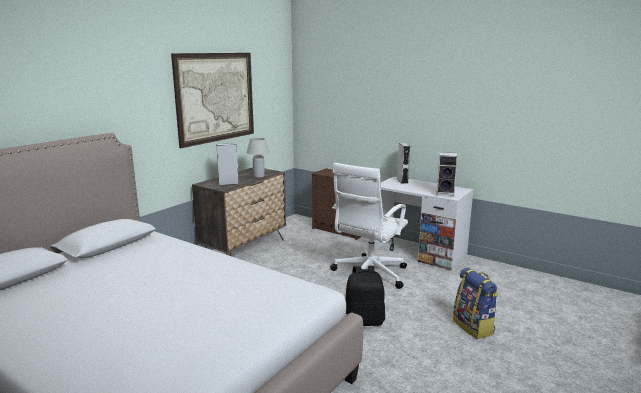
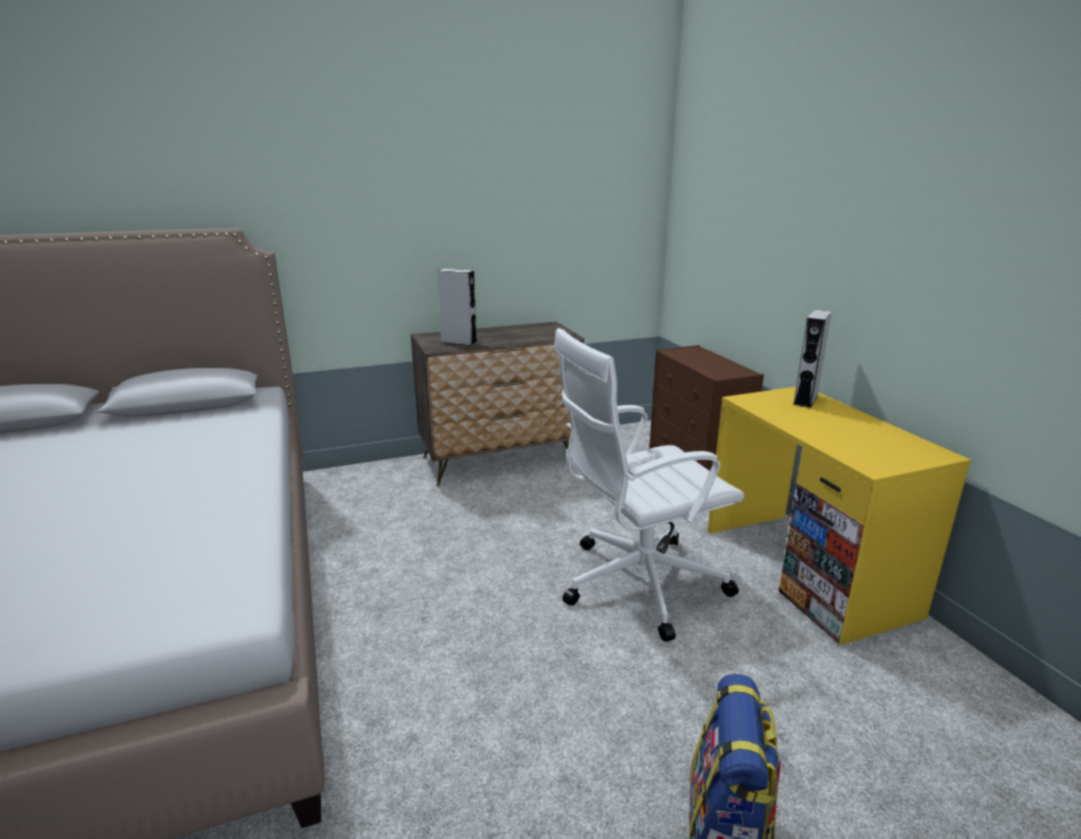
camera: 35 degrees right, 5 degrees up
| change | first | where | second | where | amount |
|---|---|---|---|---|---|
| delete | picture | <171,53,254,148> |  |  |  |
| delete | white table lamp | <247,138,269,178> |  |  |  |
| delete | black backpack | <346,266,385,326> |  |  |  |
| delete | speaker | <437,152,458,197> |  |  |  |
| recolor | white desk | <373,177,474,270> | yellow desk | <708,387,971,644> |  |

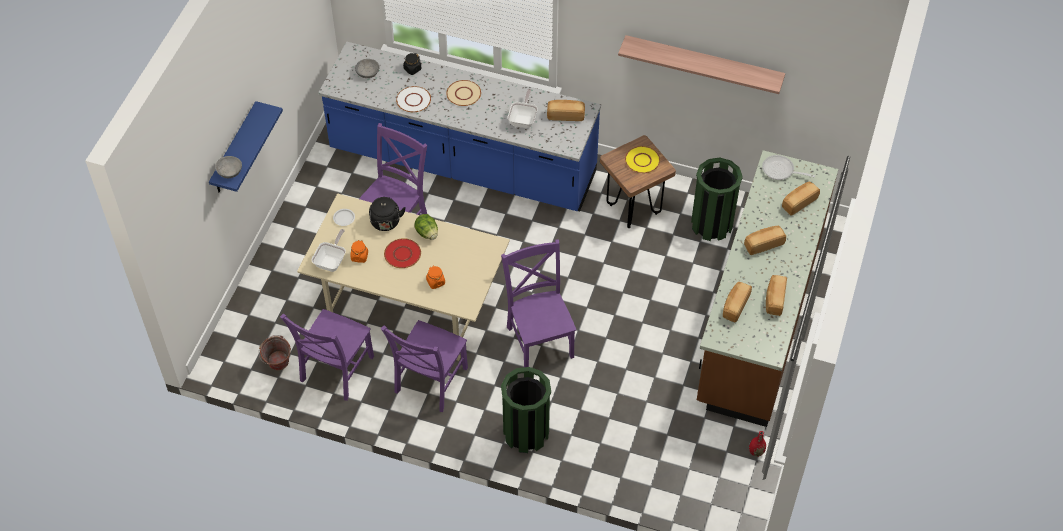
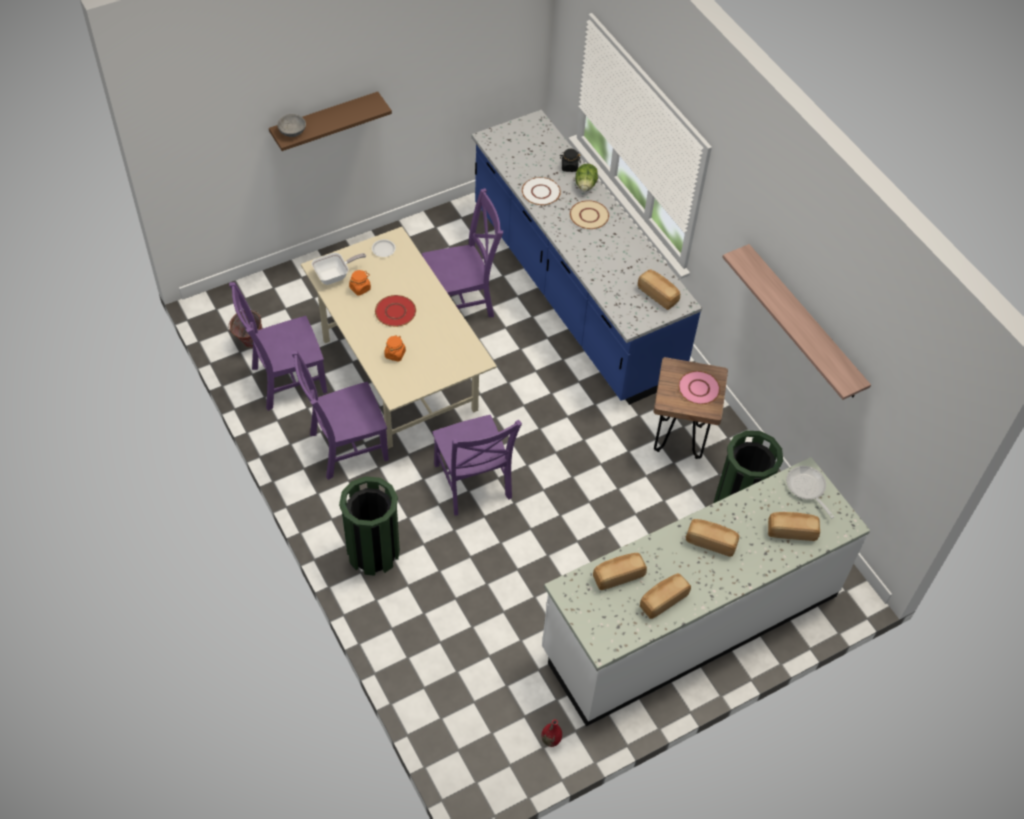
camera: 40 degrees right, 0 degrees up
| change | first | where | second | where | amount |
|---|---|---|---|---|---|
| delete | grey bowl | <355,59,379,78> |  |  |  |
| delete | black kettle | <369,197,406,231> |  |  |  |
| delete | frying pan | <508,89,538,128> |  |  |  |
| move | lettuce | <414,214,438,240> |  | <575,164,598,191> |  |
| recolor | blue shelf | <209,101,283,192> | brown shelf | <269,92,392,151> |  |
| recolor | yellow plate | <625,146,660,173> | pink plate | <678,371,720,404> |  |
| recolor | brown counter | <697,150,838,427> | white counter | <542,457,870,726> |  |
| rotate | purple chair | <501,239,576,367> |  | <432,415,522,515> | 135 degrees clockwise |

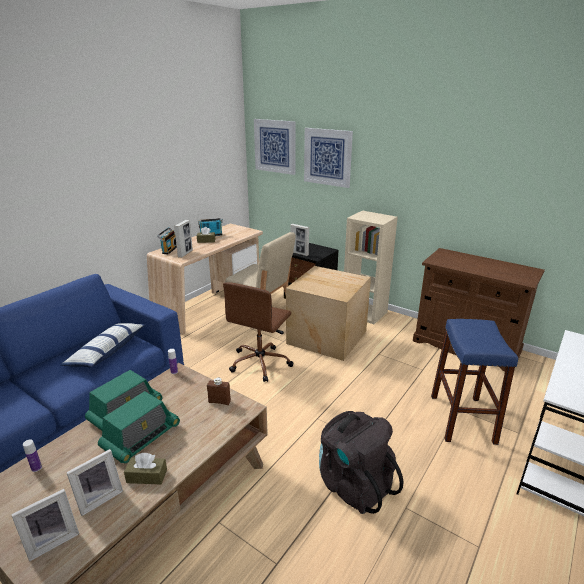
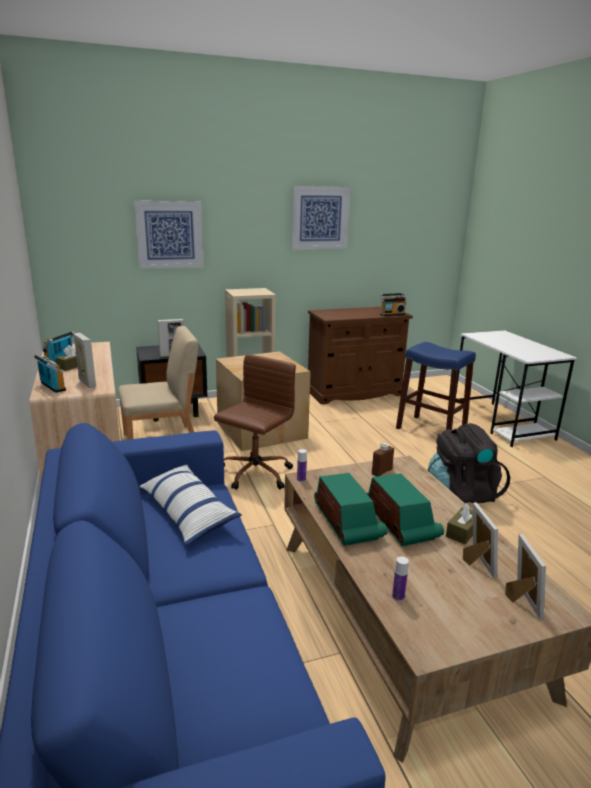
camera: 55 degrees left, 5 degrees down
| change | first | where | second | where | amount |
|---|---|---|---|---|---|
| insert |  |  | radio | <380,293,407,316> |  |
| move | picture | <254,119,296,175> |  | <291,186,350,249> |  |
| rotate | brown office chair | <223,282,294,382> |  | <214,354,296,490> | 120 degrees counterclockwise |

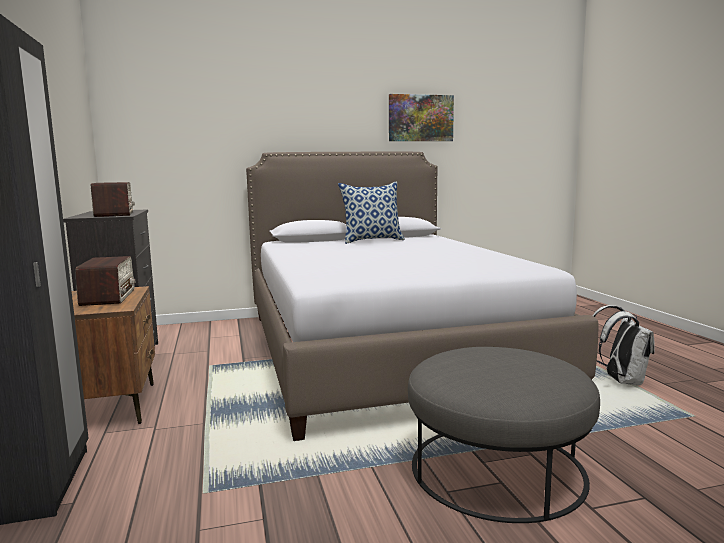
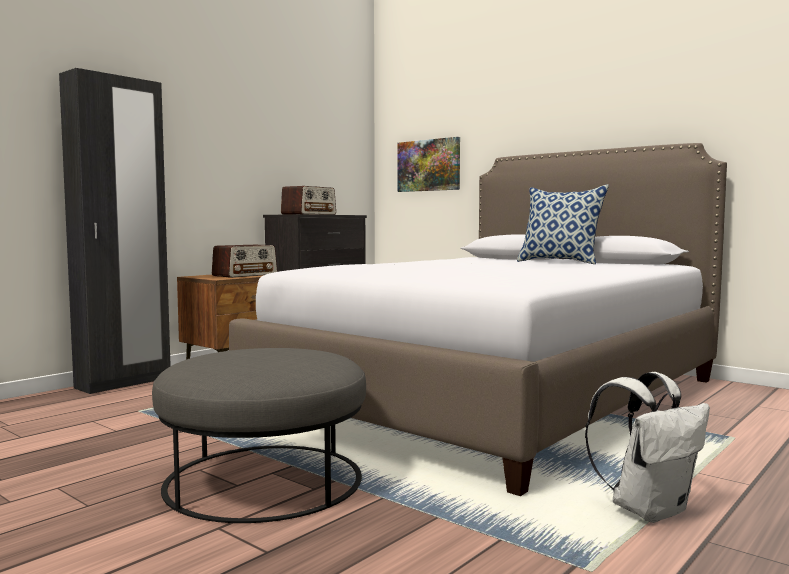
camera: 55 degrees right, 5 degrees down
| change | first | where | second | where | amount |
|---|---|---|---|---|---|
| move | picture | <389,94,454,141> |  | <397,137,460,192> |  |

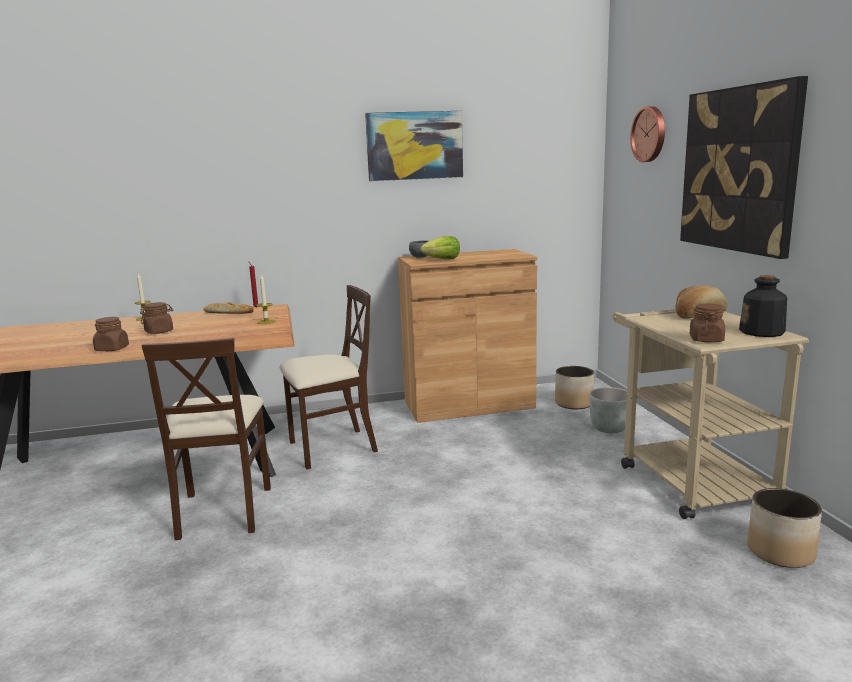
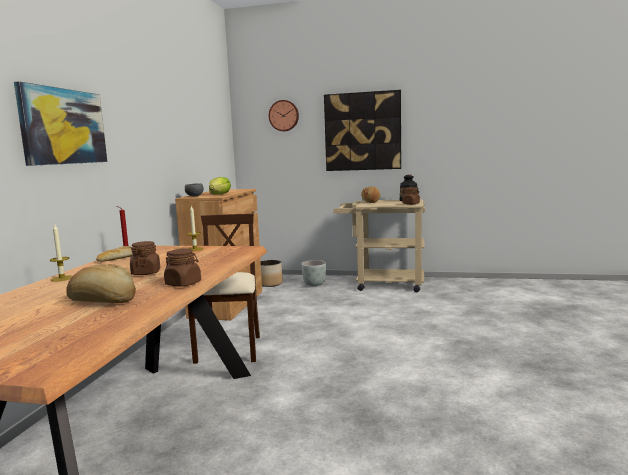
camera: 65 degrees left, 5 degrees down
| change | first | where | second | where | amount |
|---|---|---|---|---|---|
| delete | beige chair | <141,338,271,540> |  |  |  |
| delete | planter | <747,488,822,568> |  |  |  |
| insert |  |  | bread | <66,264,136,303> |  |
| move | picture | <365,111,463,181> |  | <14,81,107,166> |  |

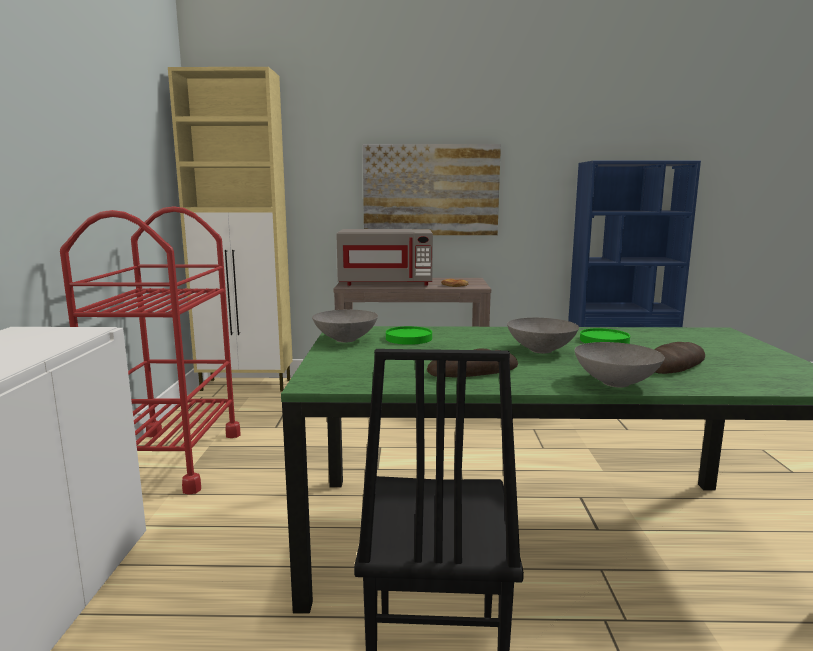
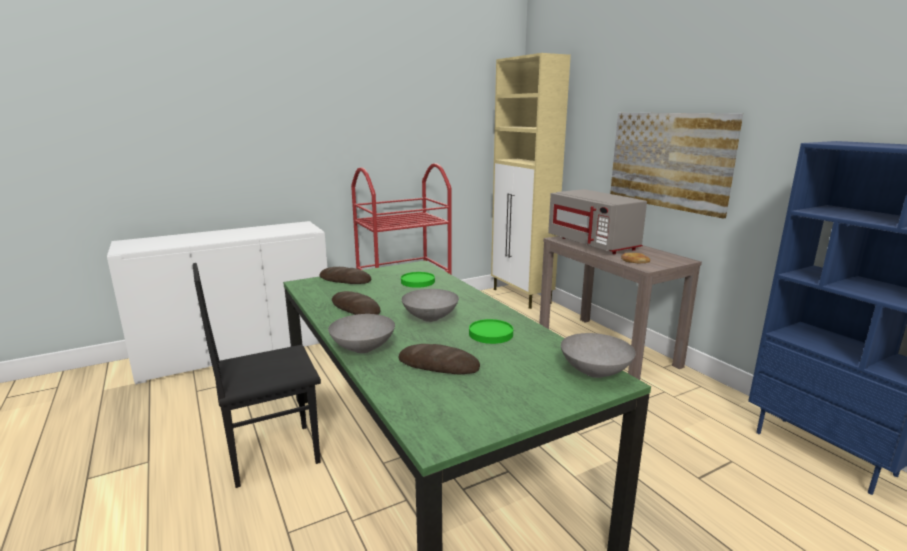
camera: 60 degrees right, 5 degrees up
| change | first | where | second | where | amount |
|---|---|---|---|---|---|
| insert |  |  | bread | <319,267,371,284> |  |
| move | grey bowl | <312,310,378,342> |  | <561,333,636,378> |  |

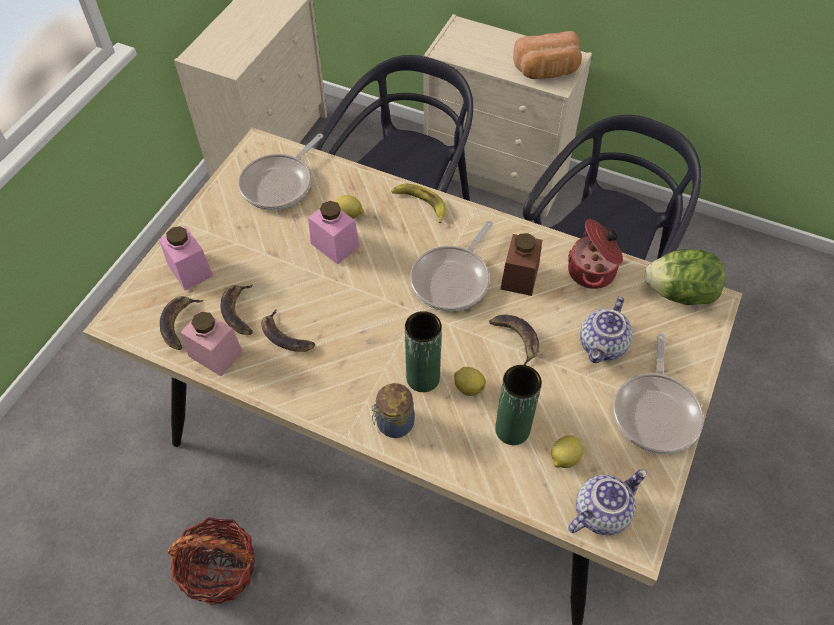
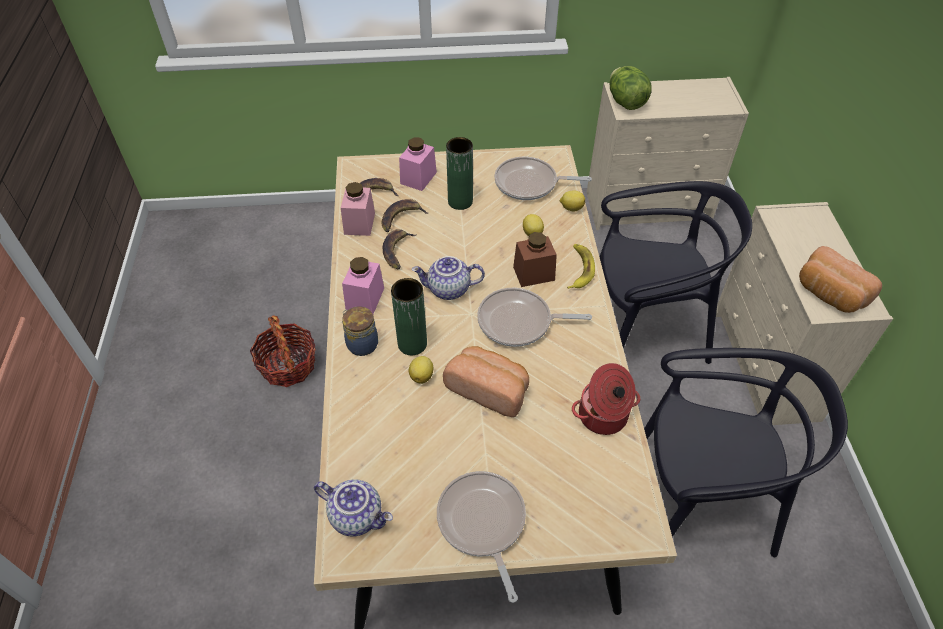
camera: 60 degrees right, 5 degrees down
| change | first | where | second | where | amount |
|---|---|---|---|---|---|
| move | pink jar | <308,201,360,265> |  | <342,257,384,314> |  |
| move | green vase | <495,365,542,445> |  | <446,137,473,210> |  |
| move | brown jar | <501,233,542,296> |  | <513,232,557,287> |  |
| move | lemon | <551,435,583,468> |  | <560,191,585,212> |  |
| move | teapot | <580,297,633,363> |  | <412,256,485,300> |  |
| move | lettuce | <645,249,725,305> |  | <610,66,652,110> |  |
| replace | banana | <489,315,539,365> | bread | <443,346,529,417> |  |
| rotate | frying pan | <613,333,704,454> |  | <437,471,526,603> | 90 degrees clockwise |

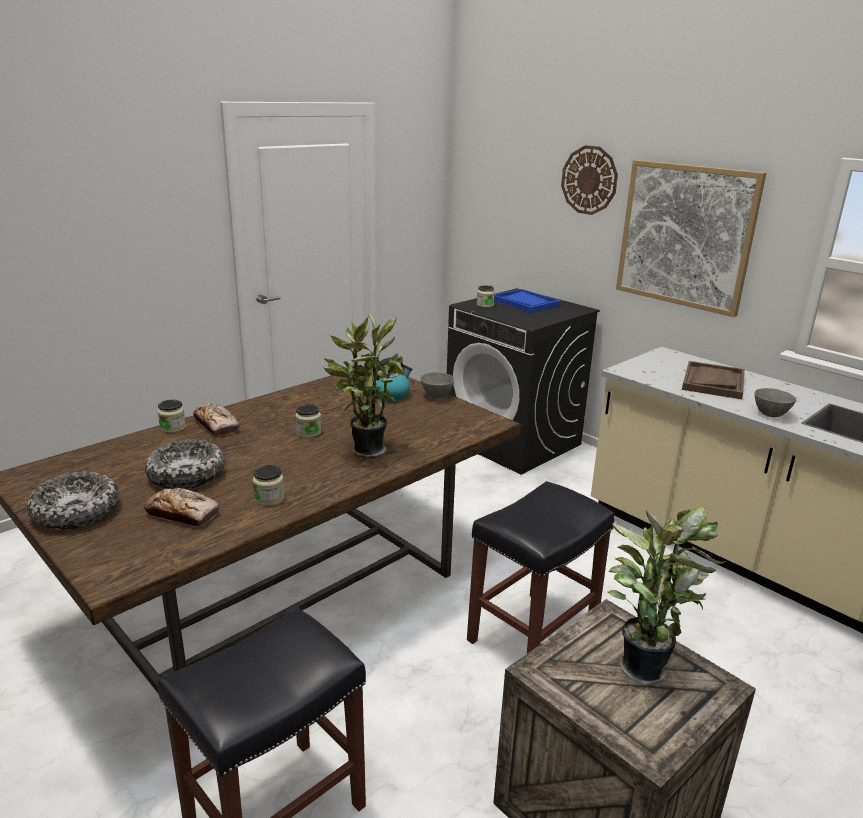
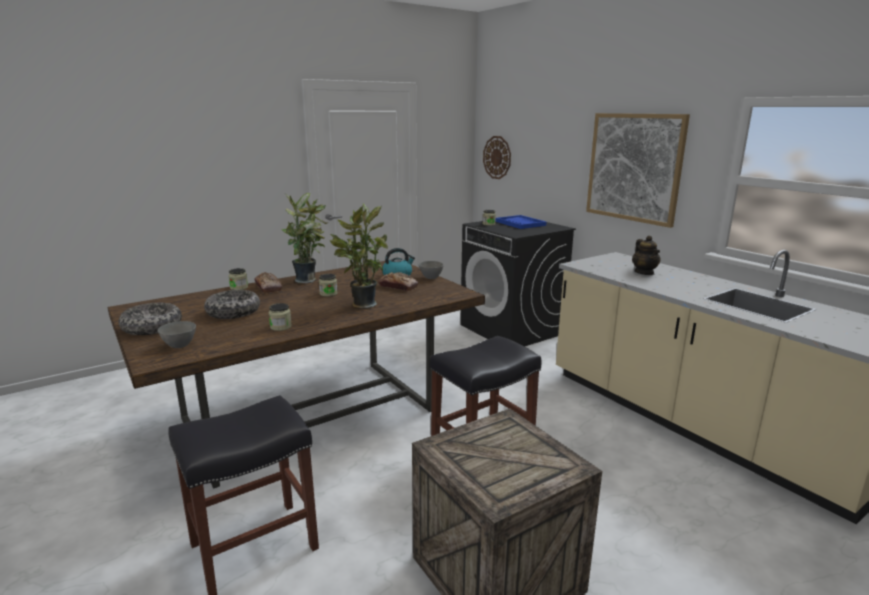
camera: 10 degrees right, 5 degrees down
| change | first | where | second | where | amount |
|---|---|---|---|---|---|
| move | bread | <144,488,219,527> |  | <378,272,419,291> |  |
| move | wall clock | <561,145,618,215> |  | <483,136,511,179> |  |
| move | potted plant | <608,507,726,685> |  | <281,193,329,283> |  |
| move | grey bowl | <754,388,797,417> |  | <158,321,196,348> |  |
| replace | brown tray | <682,361,745,399> | teapot | <632,236,661,275> |  |

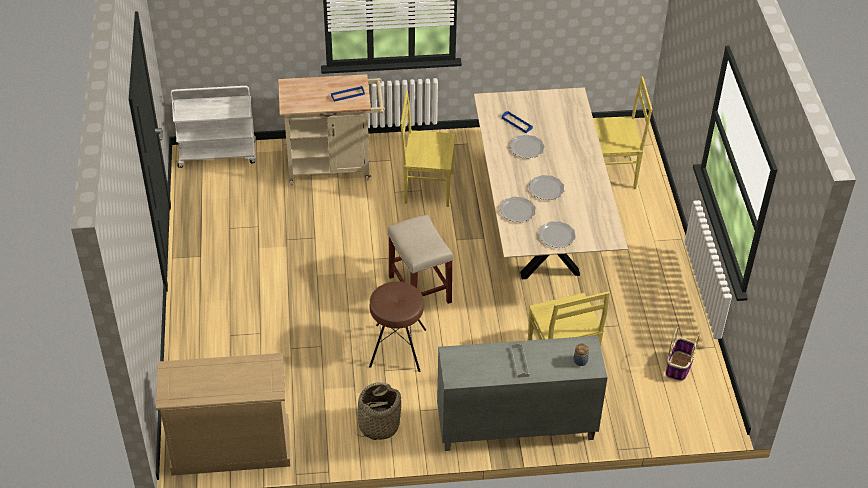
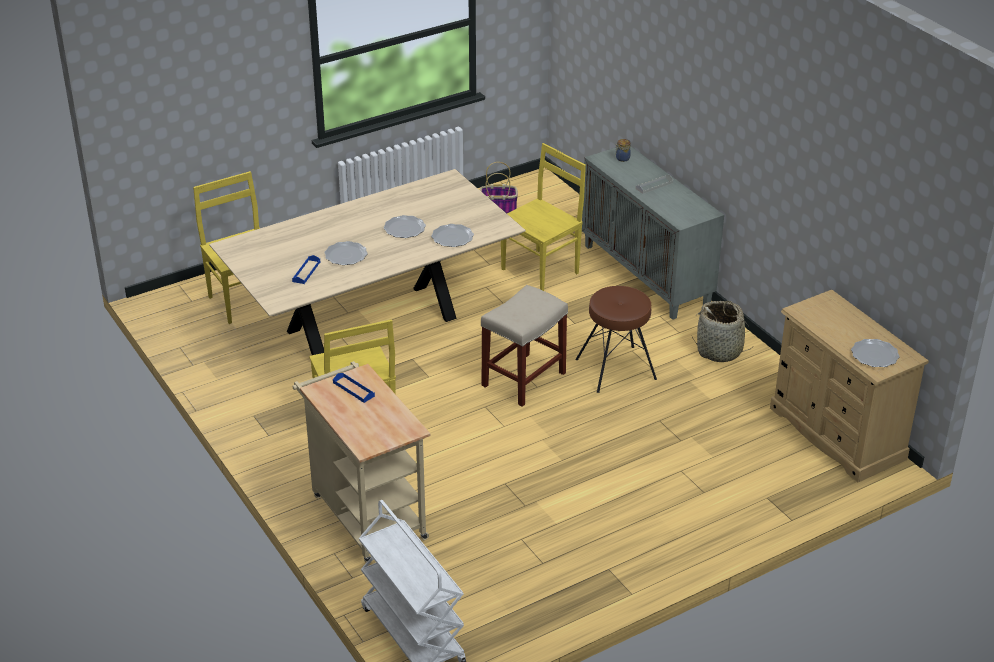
camera: 115 degrees left, 10 degrees down
| change | first | where | second | where | amount |
|---|---|---|---|---|---|
| move | plate | <539,221,576,248> |  | <851,339,900,367> |  |

